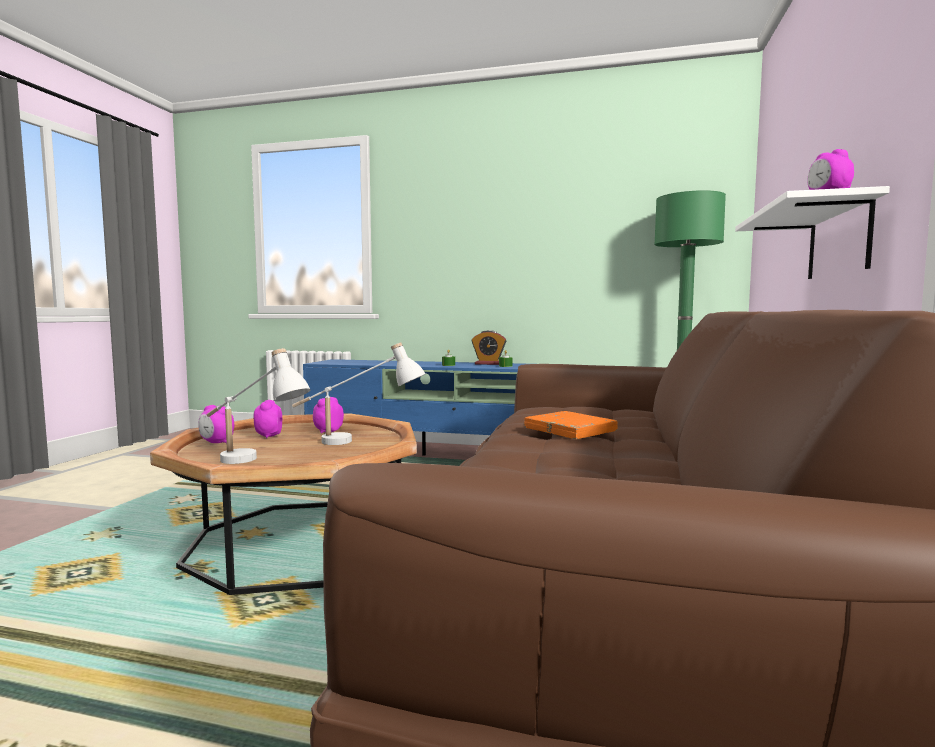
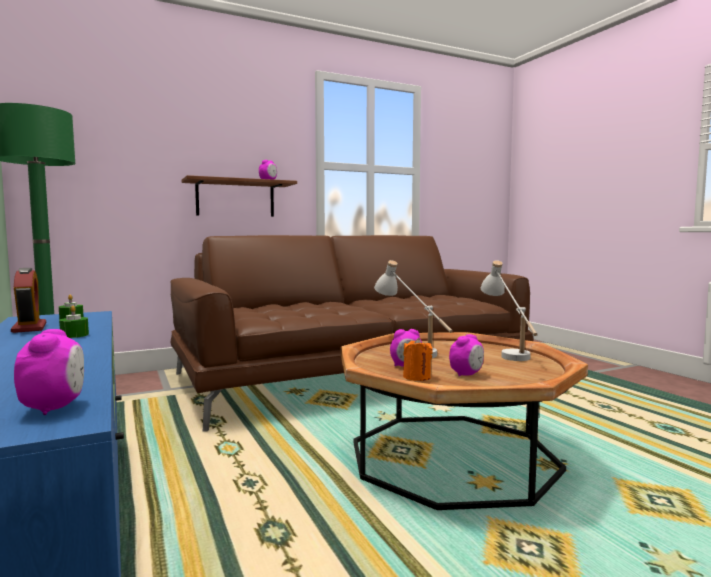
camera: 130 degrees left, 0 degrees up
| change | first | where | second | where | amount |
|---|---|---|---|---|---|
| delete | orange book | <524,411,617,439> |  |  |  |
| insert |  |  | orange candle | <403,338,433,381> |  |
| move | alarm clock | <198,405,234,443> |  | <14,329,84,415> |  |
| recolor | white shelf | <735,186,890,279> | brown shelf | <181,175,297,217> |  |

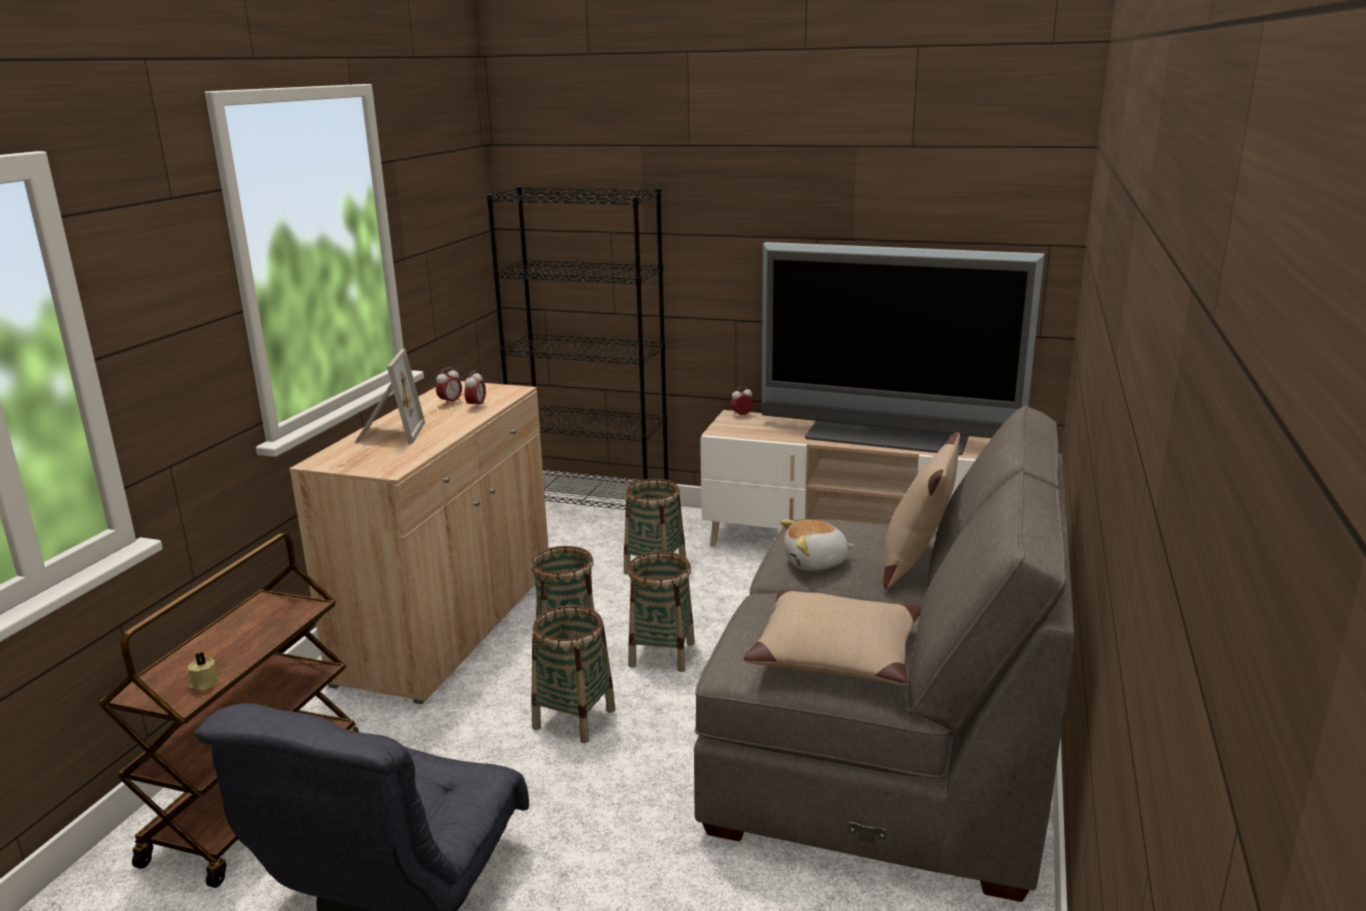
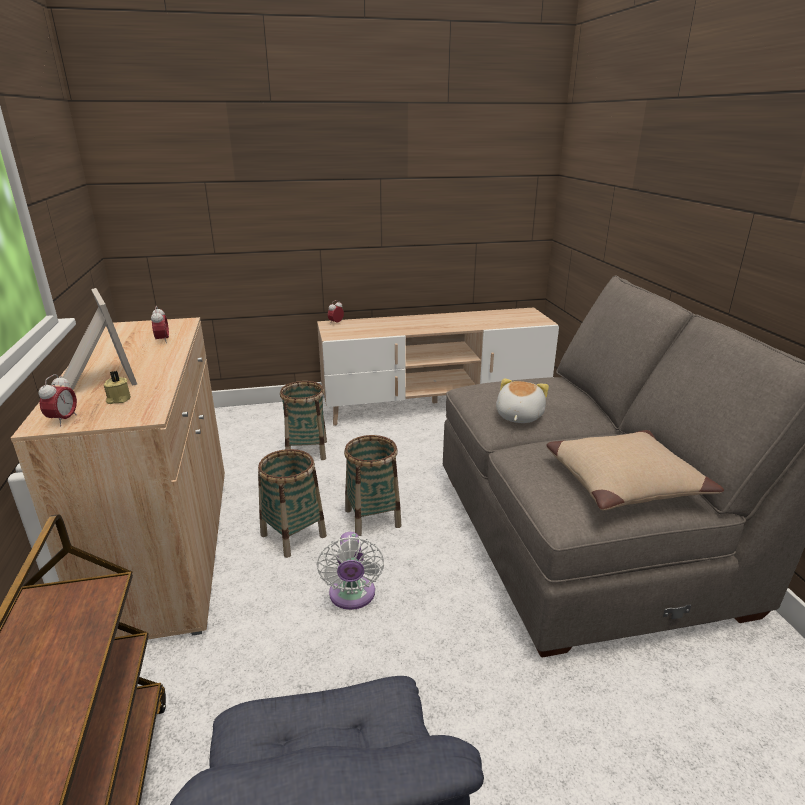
camera: 30 degrees left, 5 degrees up
| change | first | where | second | where | amount |
|---|---|---|---|---|---|
| delete | black bookcase | <487,186,668,510> |  |  |  |
| delete | television | <762,242,1045,455> |  |  |  |
| delete | beige pillow | <883,432,960,589> |  |  |  |
| move | beige candle | <187,652,220,691> |  | <104,371,131,404> |  |
| move | alarm clock | <436,367,462,406> |  | <39,374,77,426> |  |
| replace | basket | <531,605,615,743> | white fan | <317,532,384,610> |  |
| rotate | plush toy | <780,519,855,571> |  | <496,378,549,423> | 150 degrees clockwise |

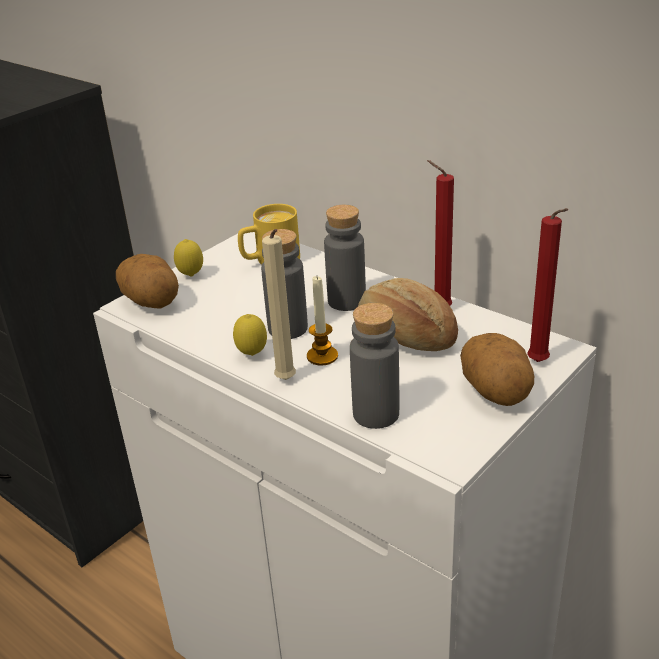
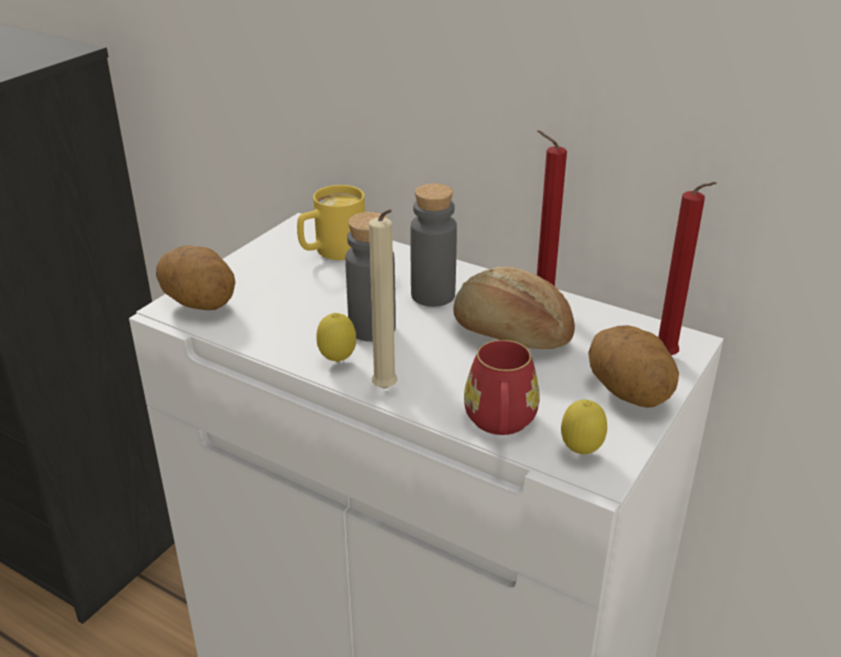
camera: 10 degrees left, 0 degrees up
| change | first | where | second | where | amount |
|---|---|---|---|---|---|
| delete | candle | <307,276,338,366> |  |  |  |
| move | lemon | <174,239,203,277> |  | <561,400,607,454> |  |
| replace | grey bottle | <350,303,399,429> | red mug | <464,340,540,435> |  |

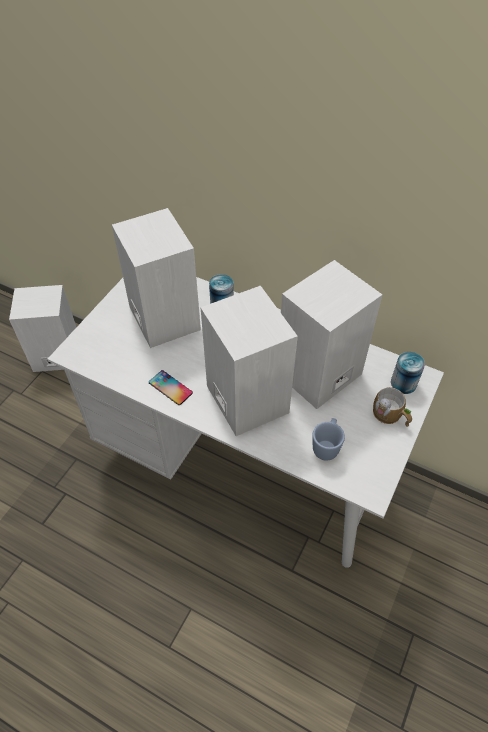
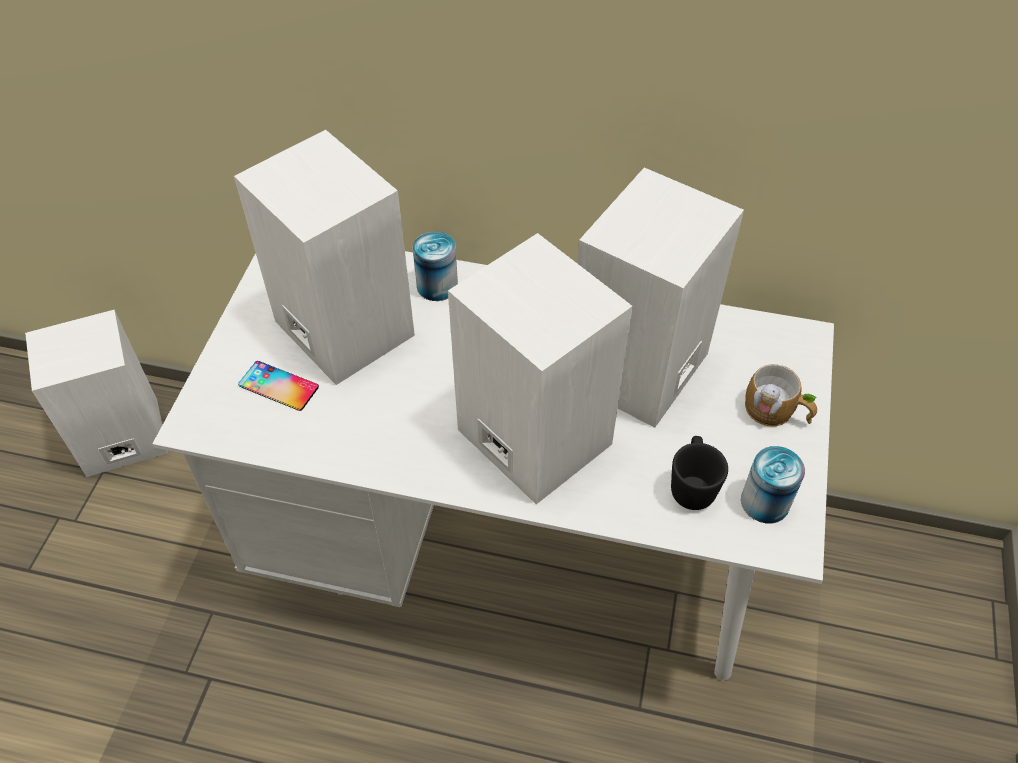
camera: 15 degrees left, 0 degrees up
| change | first | where | second | where | amount |
|---|---|---|---|---|---|
| move | phone | <149,370,193,405> |  | <238,361,319,411> |  |
| move | can | <391,352,425,394> |  | <741,446,805,523> |  |
| recolor | blue mug | <312,418,345,461> | black mug | <671,436,728,510> |  |

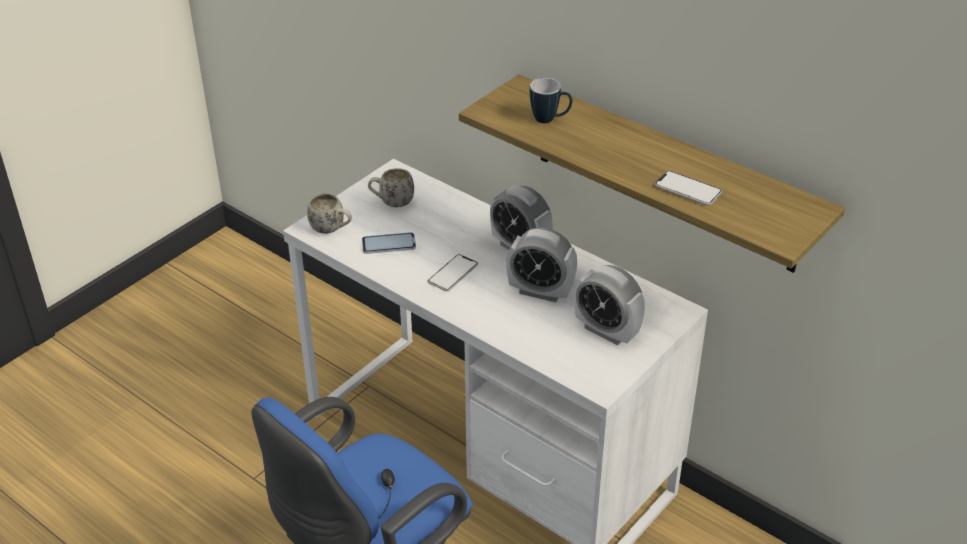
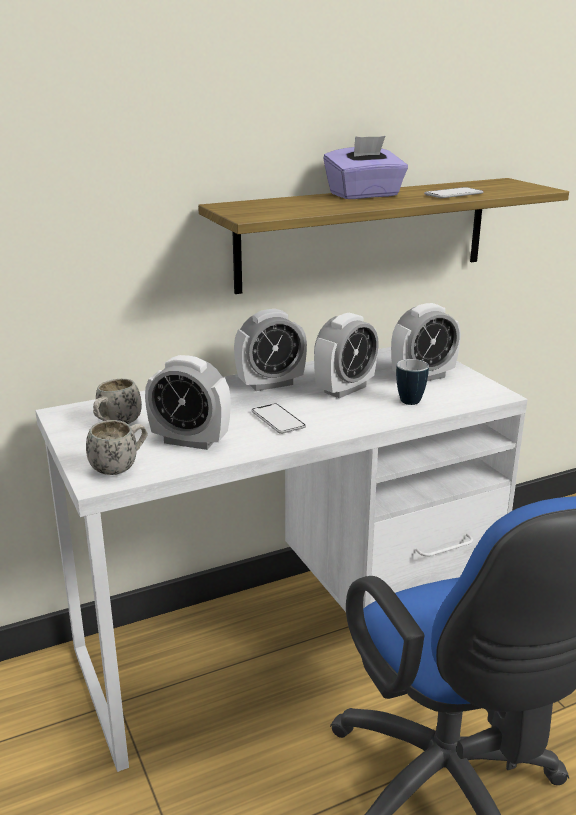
camera: 65 degrees left, 15 degrees down
| change | first | where | second | where | amount |
|---|---|---|---|---|---|
| insert |  |  | purple tissue box | <324,136,408,199> |  |
| move | mug | <530,78,572,123> |  | <396,359,429,405> |  |
| replace | phone | <362,232,416,254> | alarm clock | <145,355,231,450> |  |

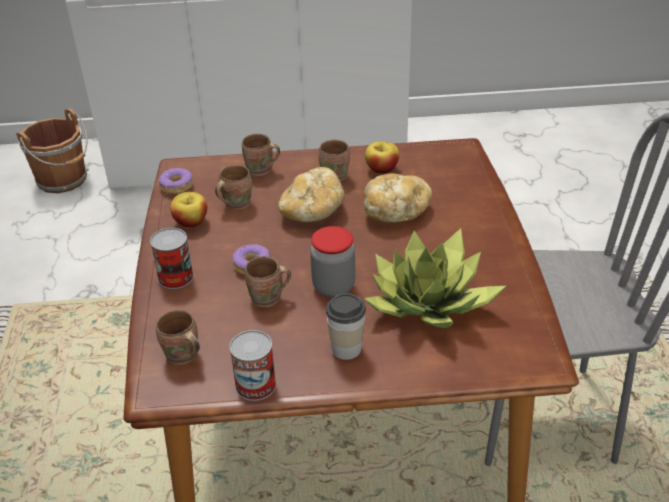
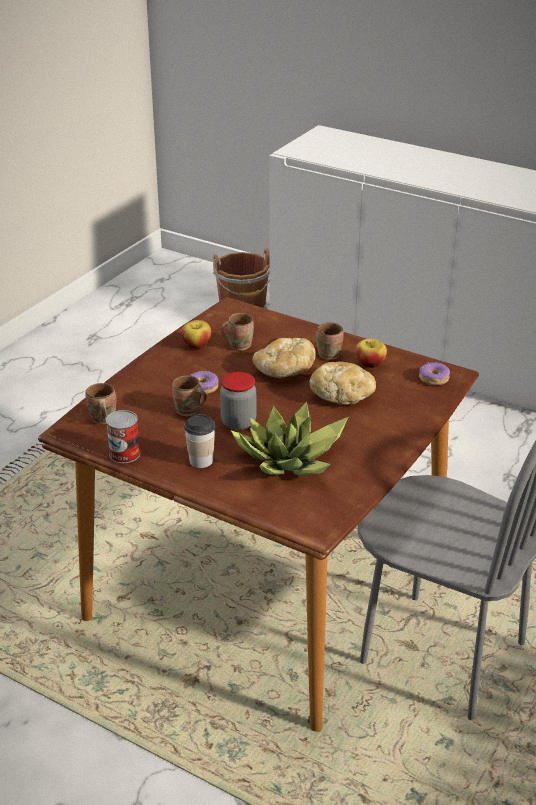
camera: 35 degrees right, 5 degrees down
| change | first | where | second | where | amount |
|---|---|---|---|---|---|
| delete | can | <150,228,194,289> |  |  |  |
| delete | brown mug | <242,134,280,176> |  |  |  |
| move | donut | <159,168,193,194> |  | <419,362,450,385> |  |

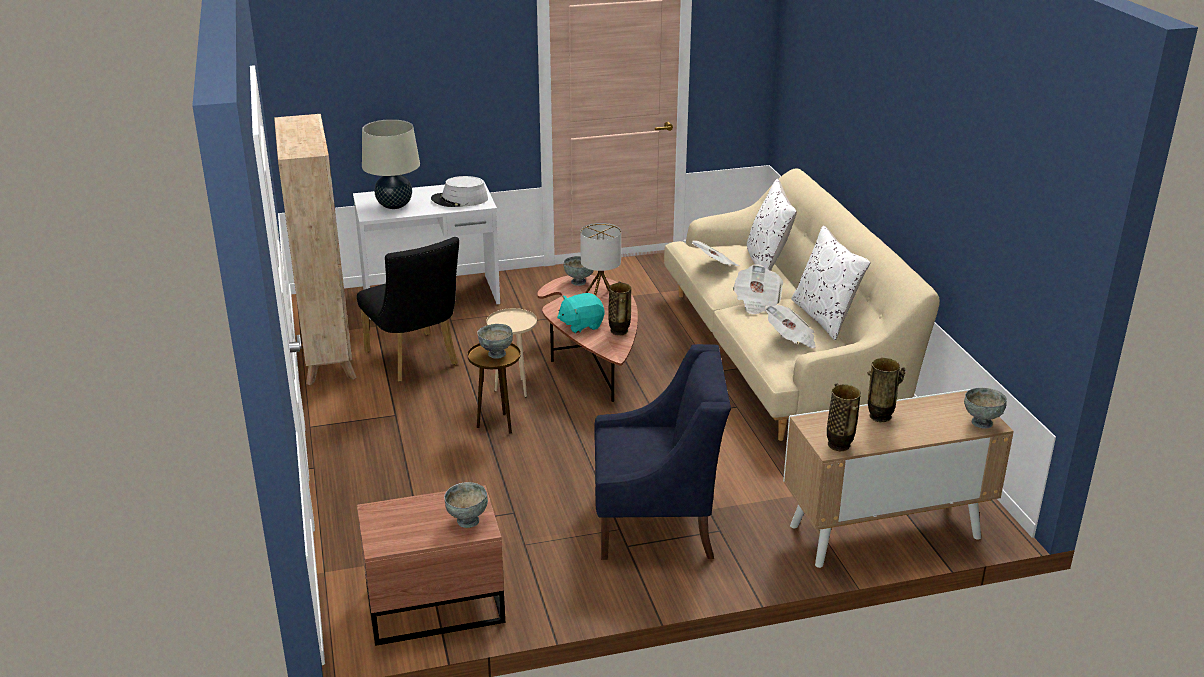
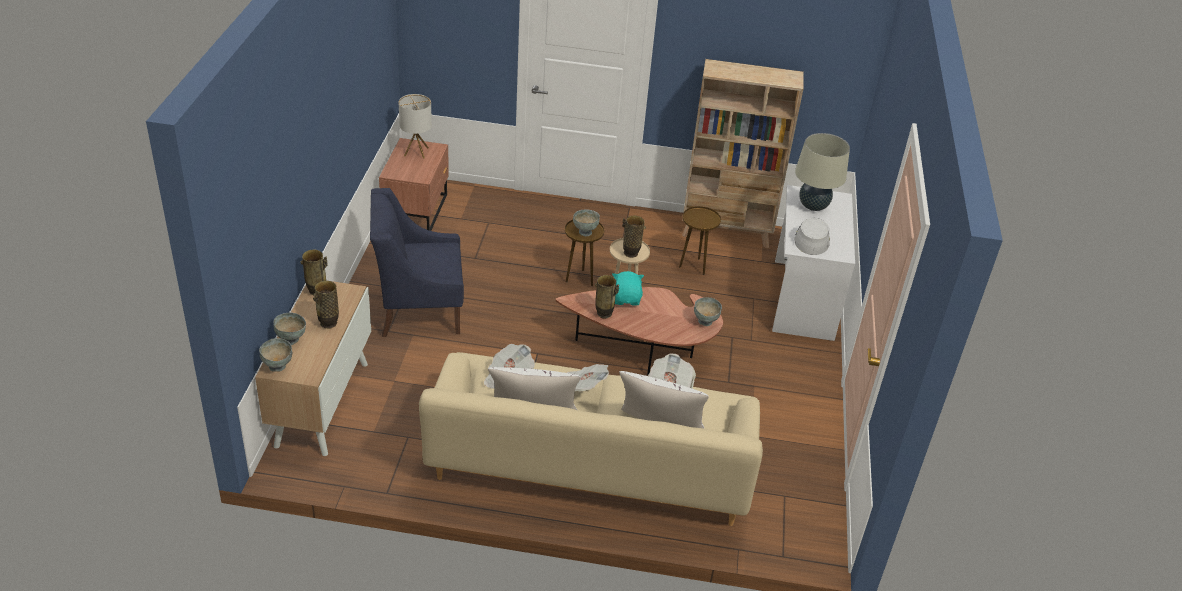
camera: 110 degrees right, 10 degrees up
| change | first | where | second | where | amount |
|---|---|---|---|---|---|
| insert |  |  | vase | <622,216,646,258> |  |
| move | grey bowl | <444,482,488,528> |  | <274,313,306,345> |  |
| move | table lamp | <580,223,621,296> |  | <399,94,432,158> |  |
| replace | black chair | <357,237,459,382> | brown side table | <679,206,721,275> |  |
| rotate | blue armchair | <595,344,731,560> |  | <370,188,464,337> | 60 degrees clockwise |

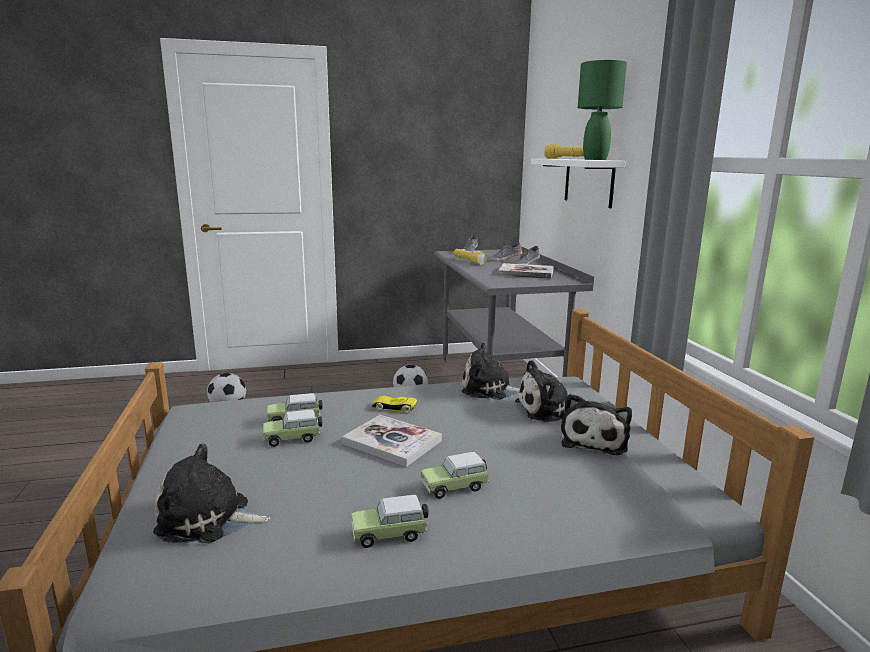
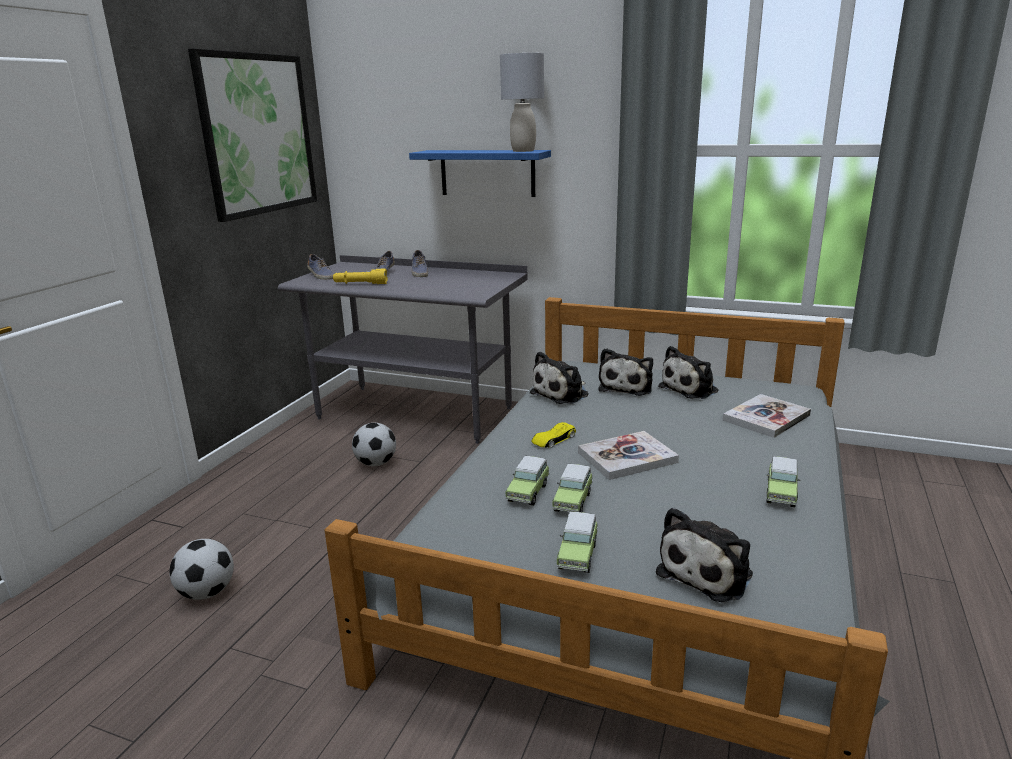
camera: 55 degrees left, 5 degrees up
| change | first | where | second | where | amount |
|---|---|---|---|---|---|
| delete | yellow flashlight | <544,144,584,159> |  |  |  |
| insert |  |  | picture | <188,48,317,222> |  |
| move | toy car | <421,452,489,499> |  | <557,512,598,573> |  |
| move | book | <498,263,554,279> |  | <723,394,811,438> |  |
| recolor | white shelf | <531,159,626,208> | blue shelf | <409,150,551,197> |  |
| recolor | green table lamp | <578,60,627,160> | grey table lamp | <500,53,544,152> |  |
| rotate | plush toy | <561,393,632,455> |  | <658,346,719,399> | 90 degrees clockwise |

